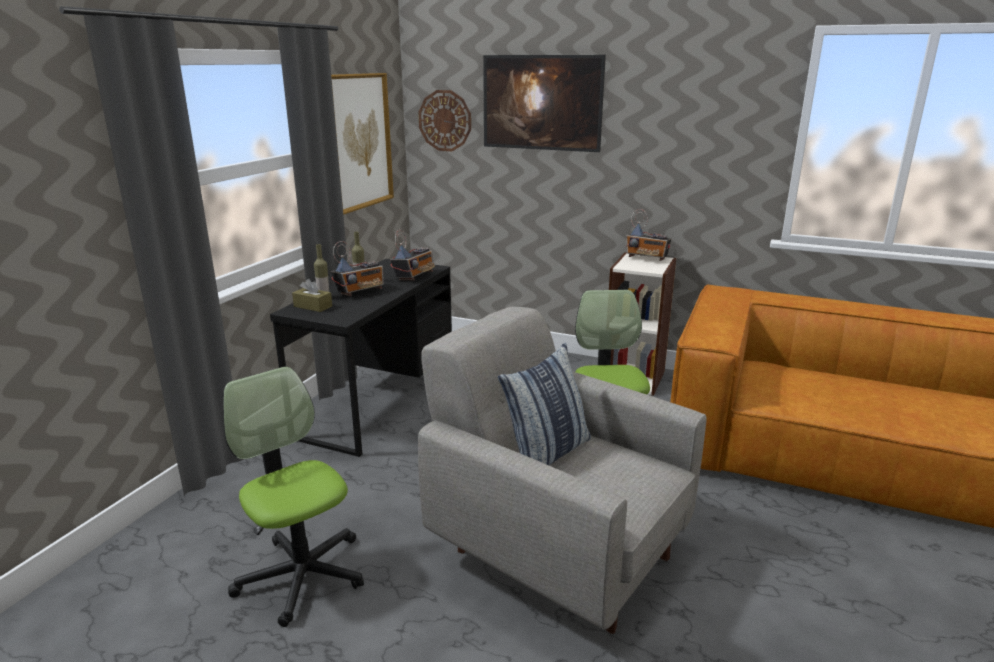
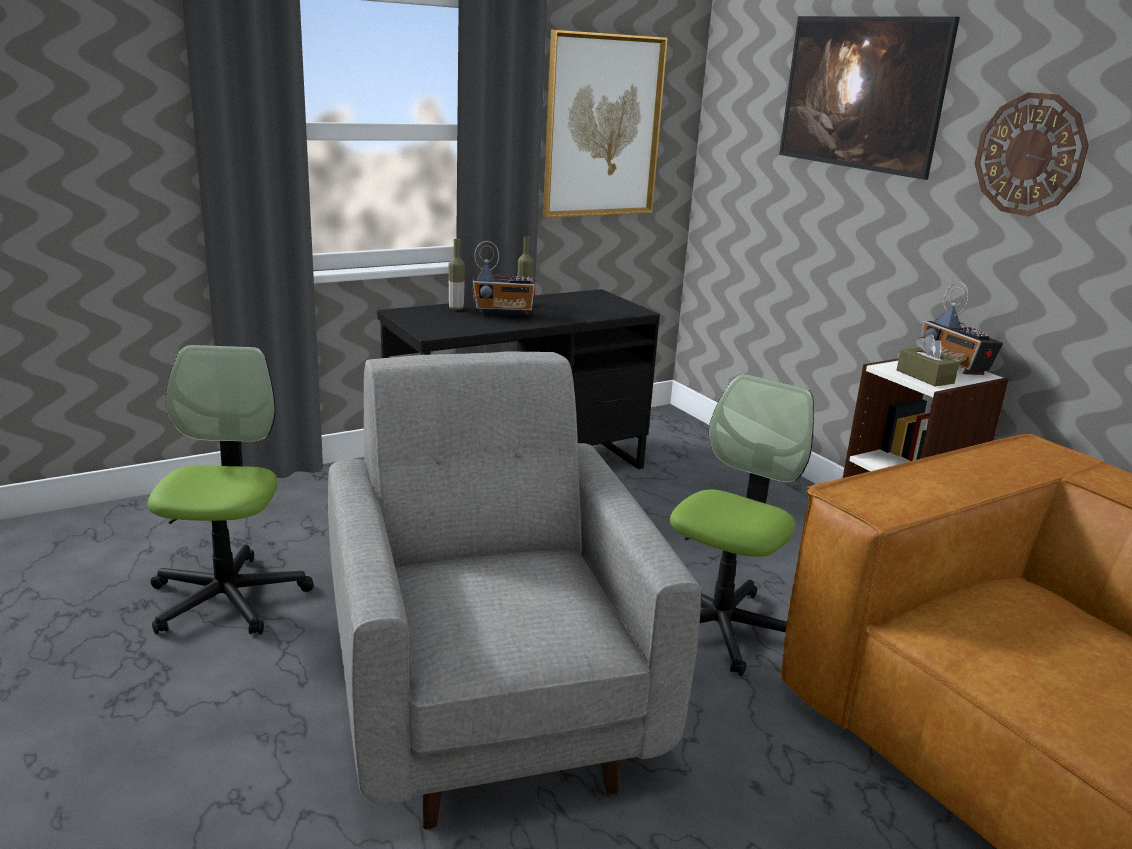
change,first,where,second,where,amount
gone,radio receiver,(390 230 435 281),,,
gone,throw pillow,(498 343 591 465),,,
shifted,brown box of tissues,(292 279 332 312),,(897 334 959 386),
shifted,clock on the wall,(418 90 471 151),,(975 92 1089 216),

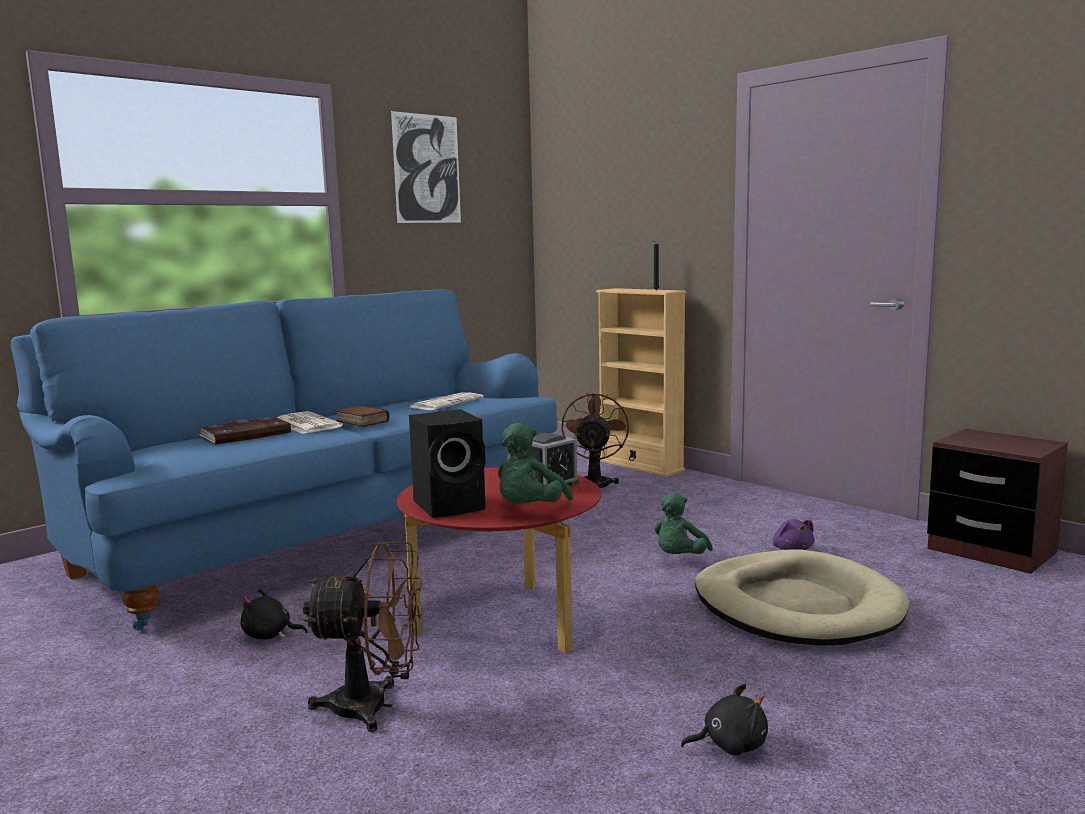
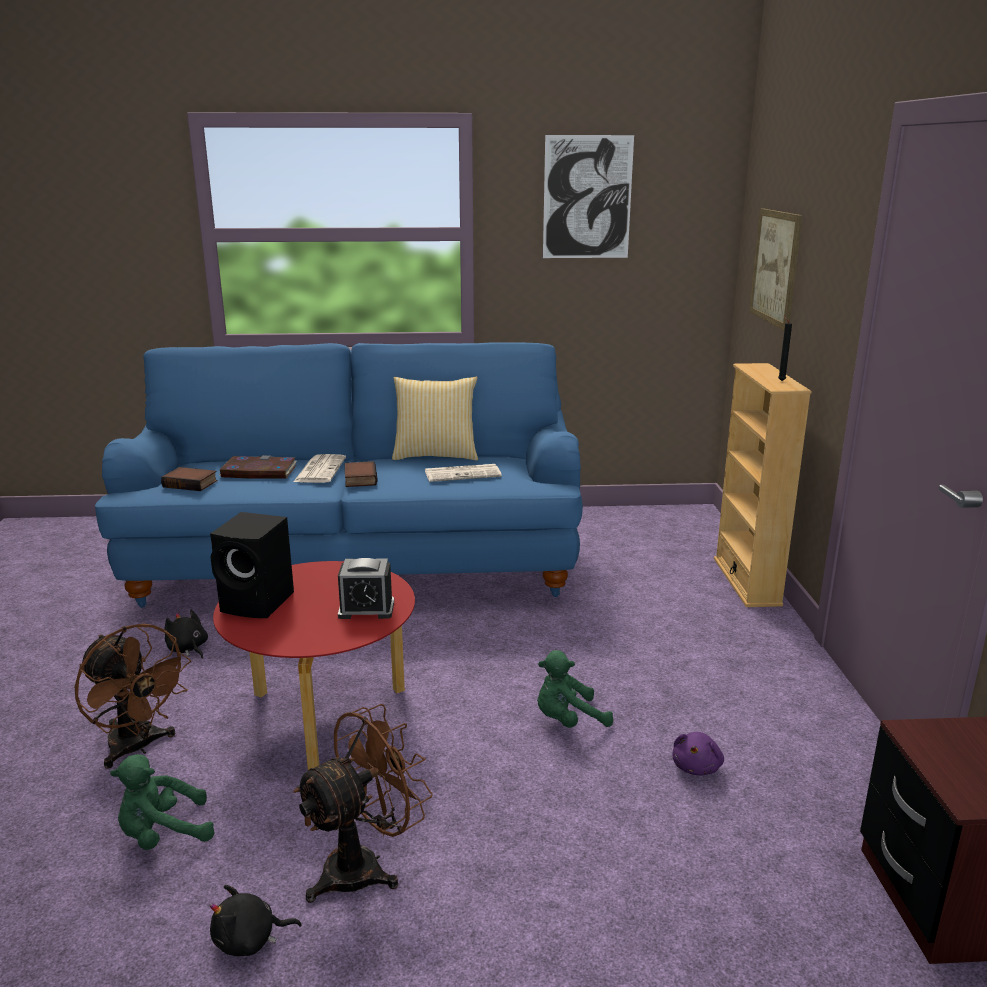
change,first,where,second,where,amount
gone,beige-coloured pet bed,(695 550 909 646),,,
new,,,bound book,(161 467 218 491),
new,,,throw pillow,(392 377 478 461),
new,,,wall picture,(749 209 803 330),
shifted,green-coloured cuddly toy,(498 423 573 504),,(110 754 214 850),
shifted,brown fan,(561 393 629 488),,(293 704 433 903),
rotated,black cuddly toy,(681 684 768 756),,(209 885 302 956),135 degrees clockwise

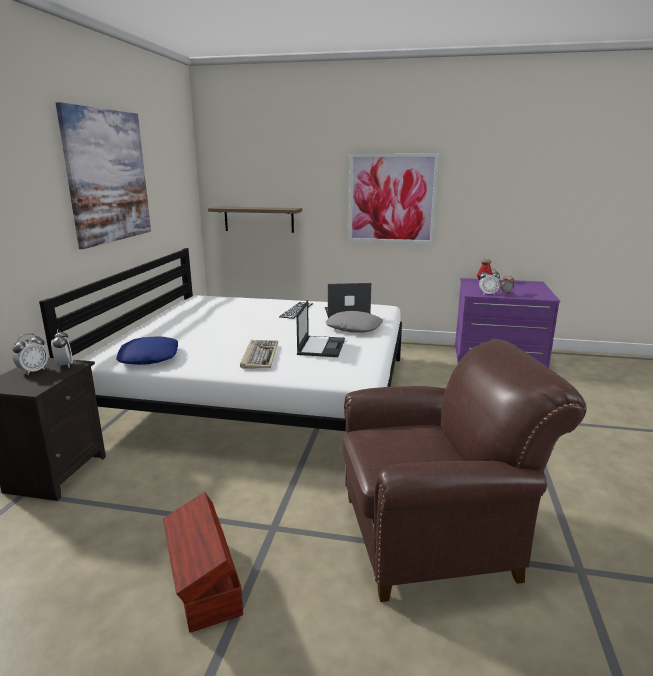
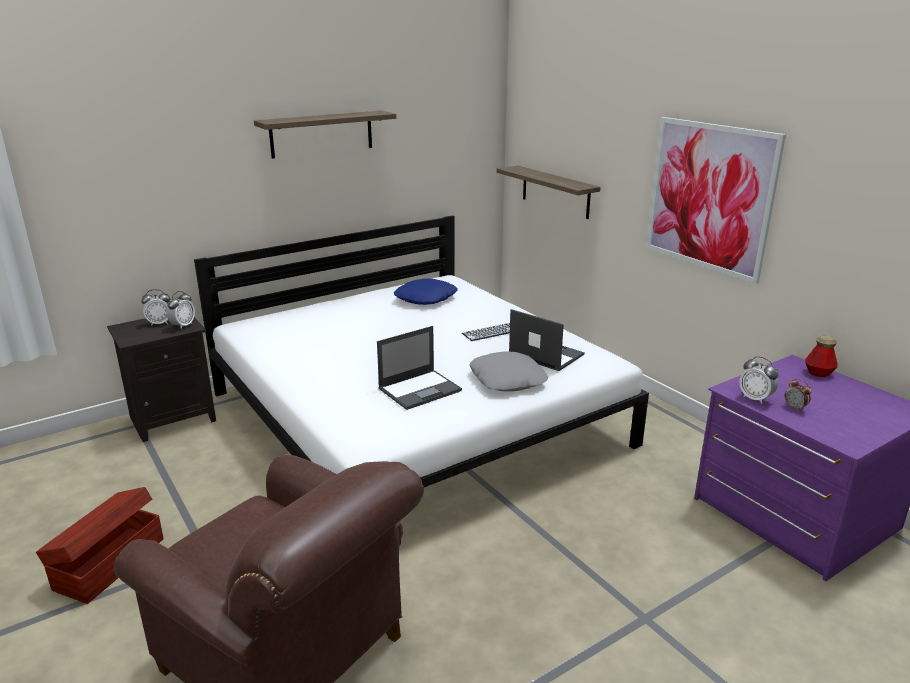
change,first,where,second,where,amount
gone,PC keyboard,(240 340 278 369),,,
shifted,bluish throw pillow,(116 336 178 365),,(394 278 458 305),
swapped,wall picture,(56 102 151 249),shelf,(254 111 396 159),

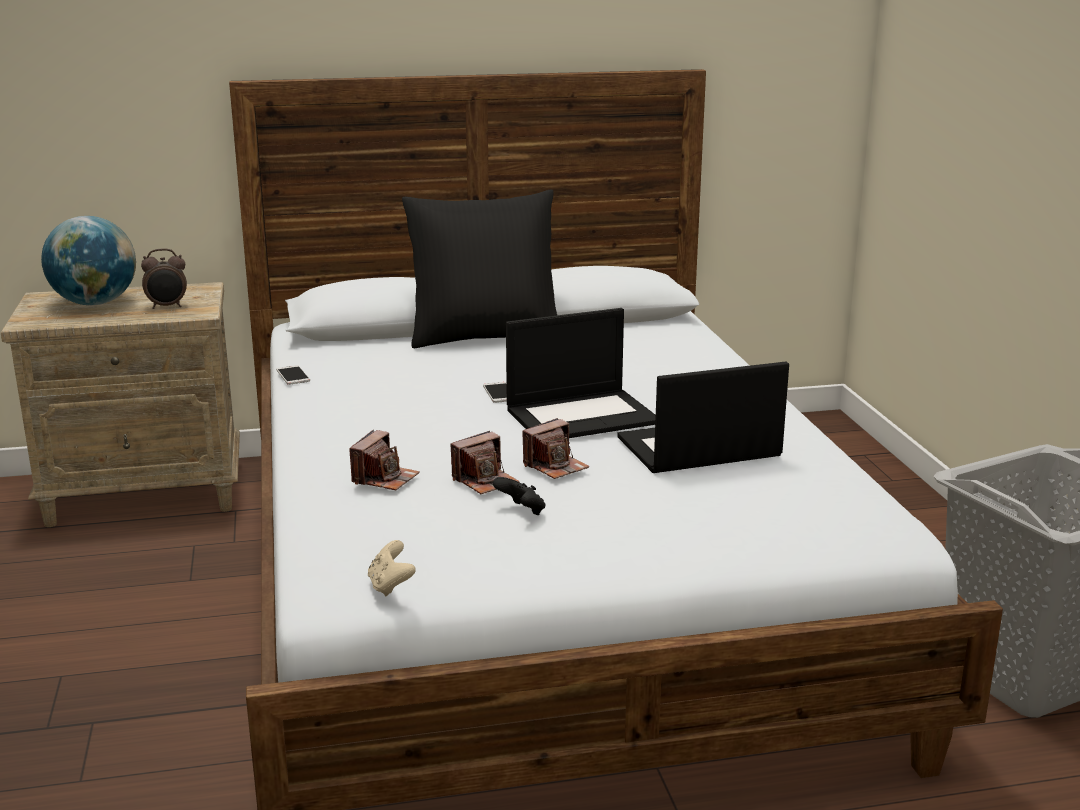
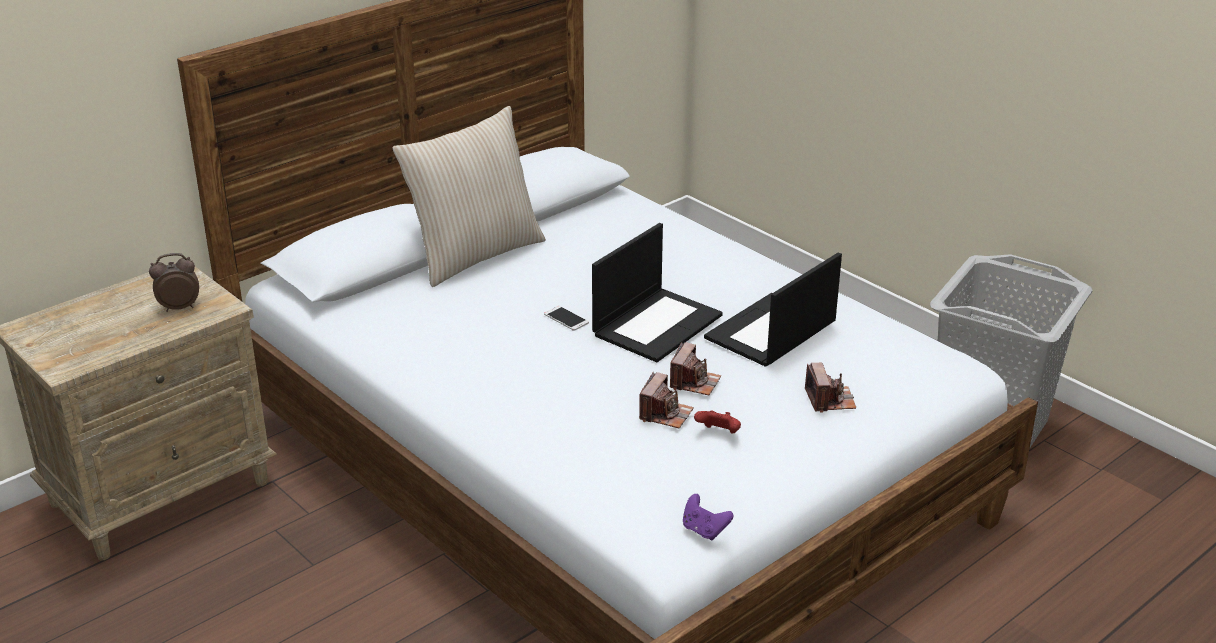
change,first,where,second,where,amount
gone,world globe,(41 216 136 305),,,
gone,handset,(276 365 310 385),,,
shifted,still camera,(349 430 420 490),,(805 363 856 413),
repainted,beige-coloured game controller,(368 540 416 596),purple game controller,(683 494 733 540),
repainted,black throw pillow,(402 190 557 348),beige-coloured throw pillow,(392 106 546 287),
repainted,black game controller,(493 477 545 515),reddish game controller,(694 410 741 433),
rotated,table clock,(141 248 187 309),,(149 253 199 312),150 degrees counterclockwise

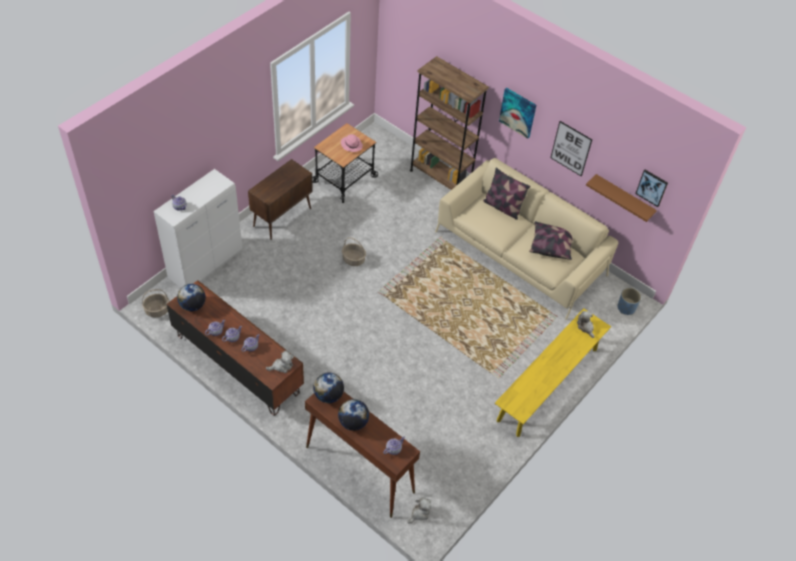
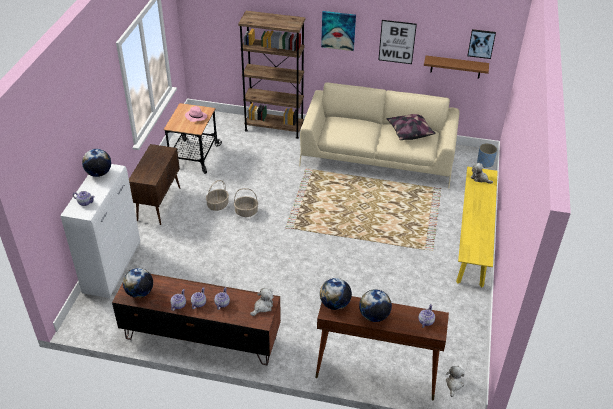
change,first,where,second,where,amount
gone,throw pillow,(483 167 531 220),,,
new,,,world globe,(82 149 111 177),
shifted,storage basket,(142 289 169 317),,(206 180 229 211),

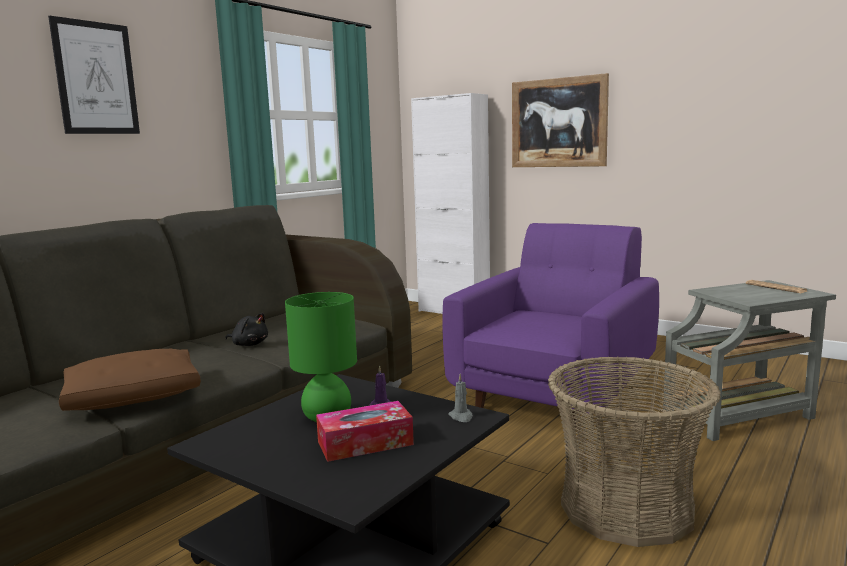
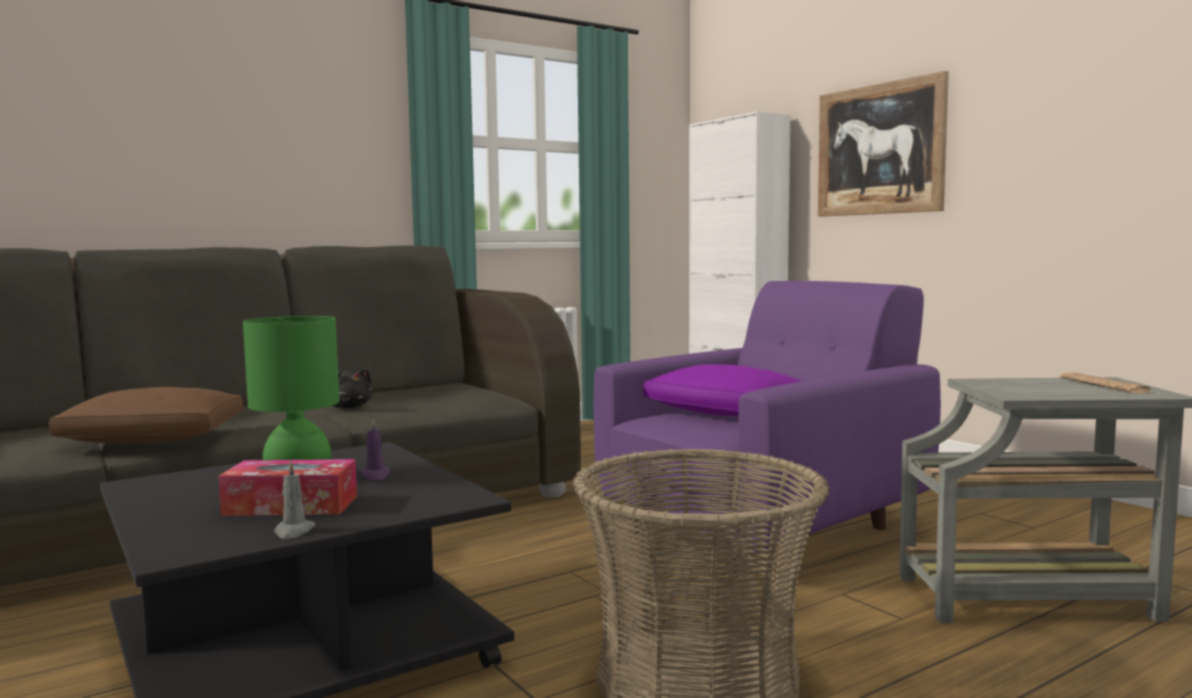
change,first,where,second,where,amount
gone,wall picture,(48 16 140 134),,,
new,,,purple throw pillow,(643 364 801 417),
shifted,greyish wax light,(448 374 473 422),,(274 460 316 539),

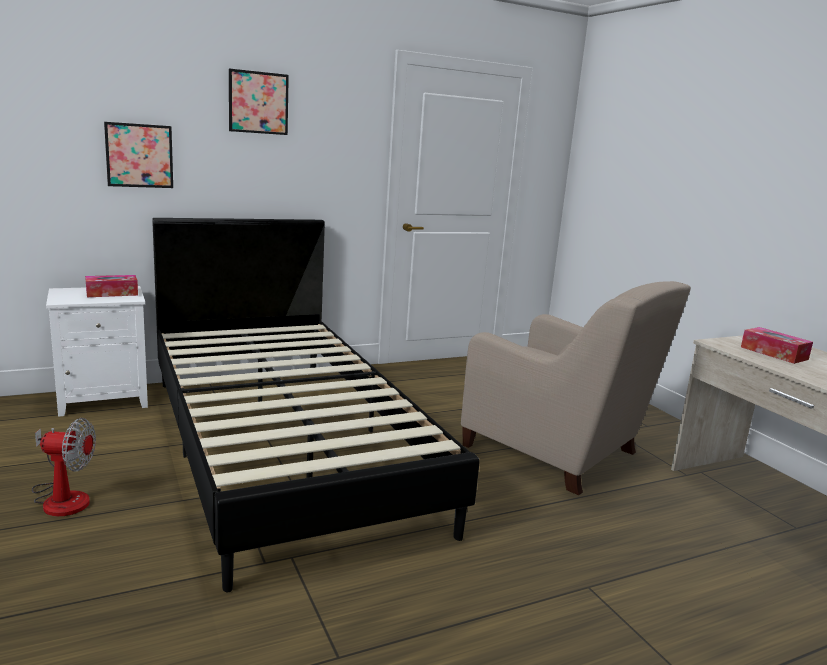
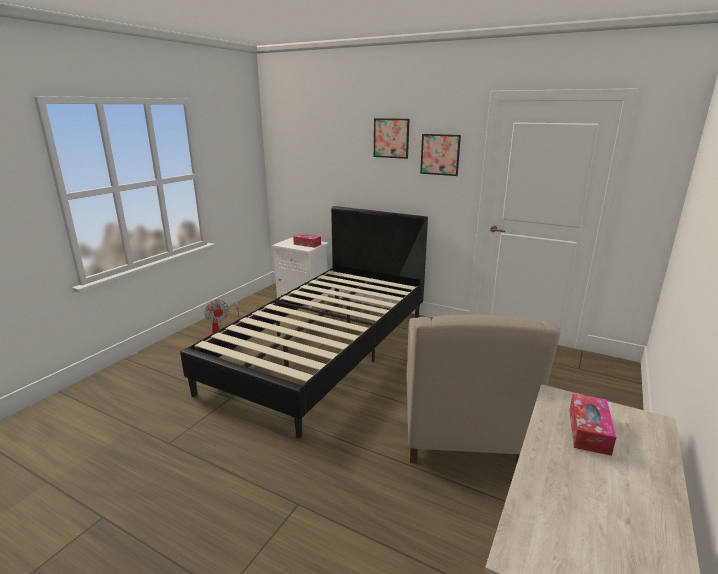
change,first,where,second,where,amount
shifted,wall picture,(104 122 173 188),,(420 134 461 176),

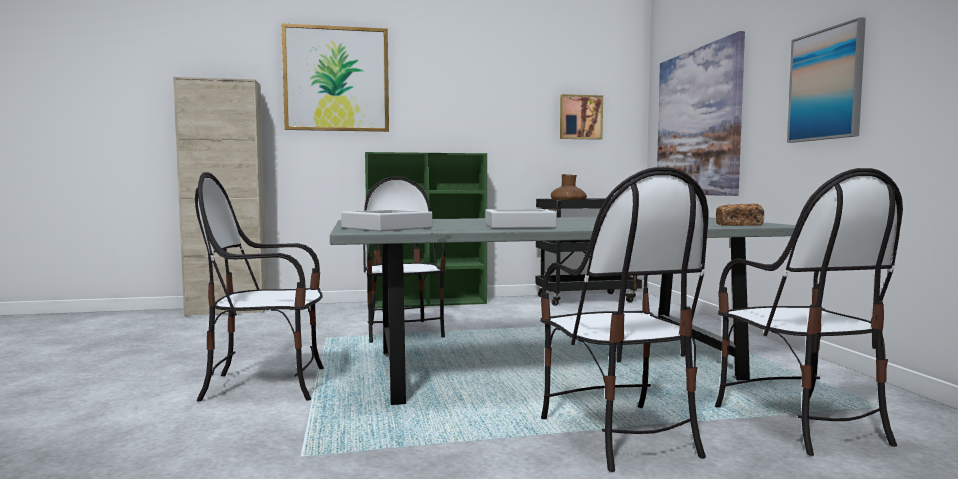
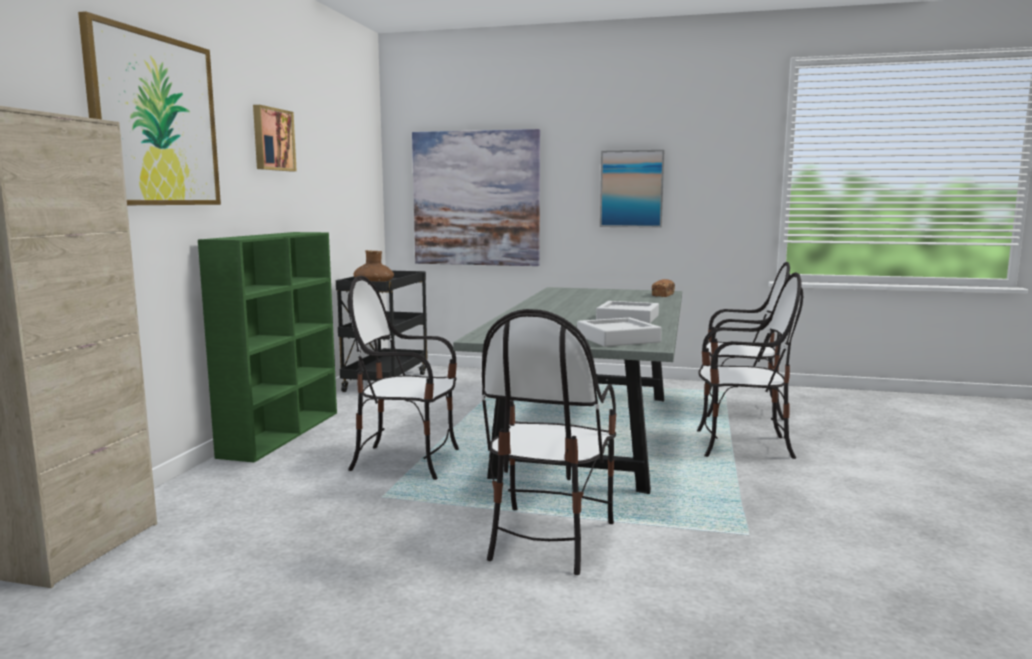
change,first,where,second,where,amount
shifted,wall picture,(560 94 603 140),,(253 105 297 171),

